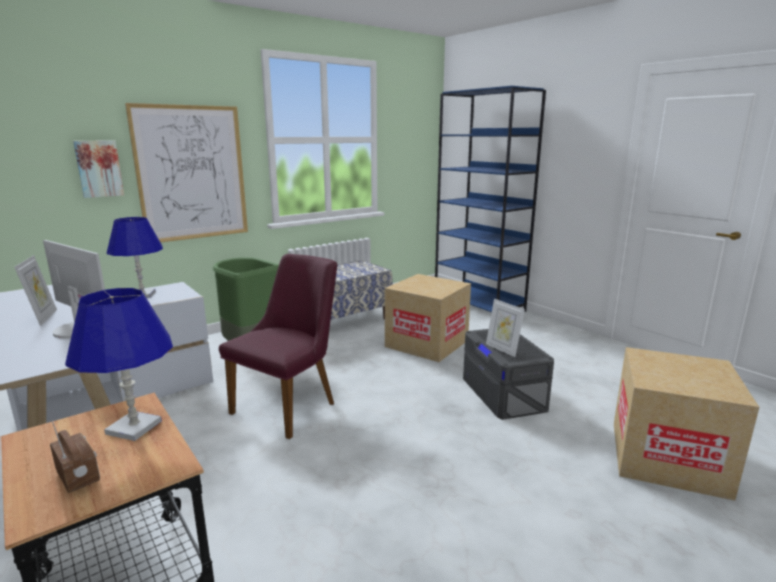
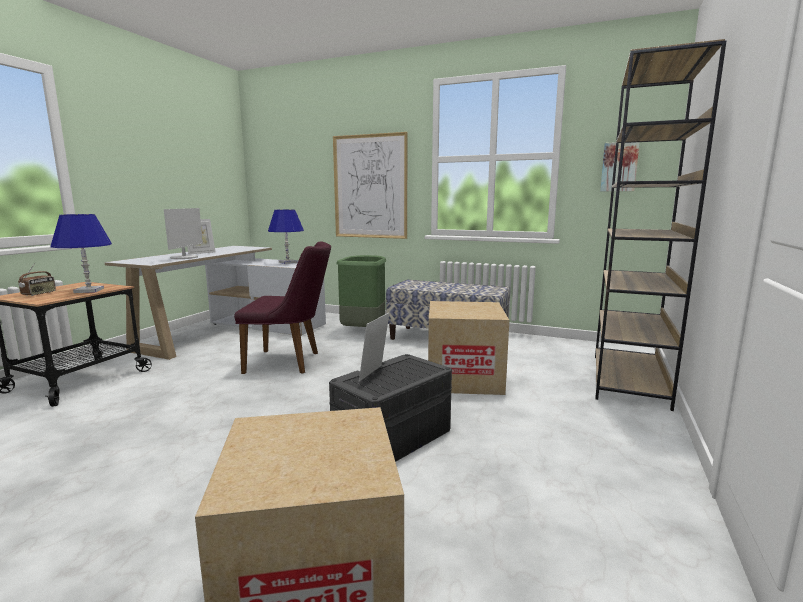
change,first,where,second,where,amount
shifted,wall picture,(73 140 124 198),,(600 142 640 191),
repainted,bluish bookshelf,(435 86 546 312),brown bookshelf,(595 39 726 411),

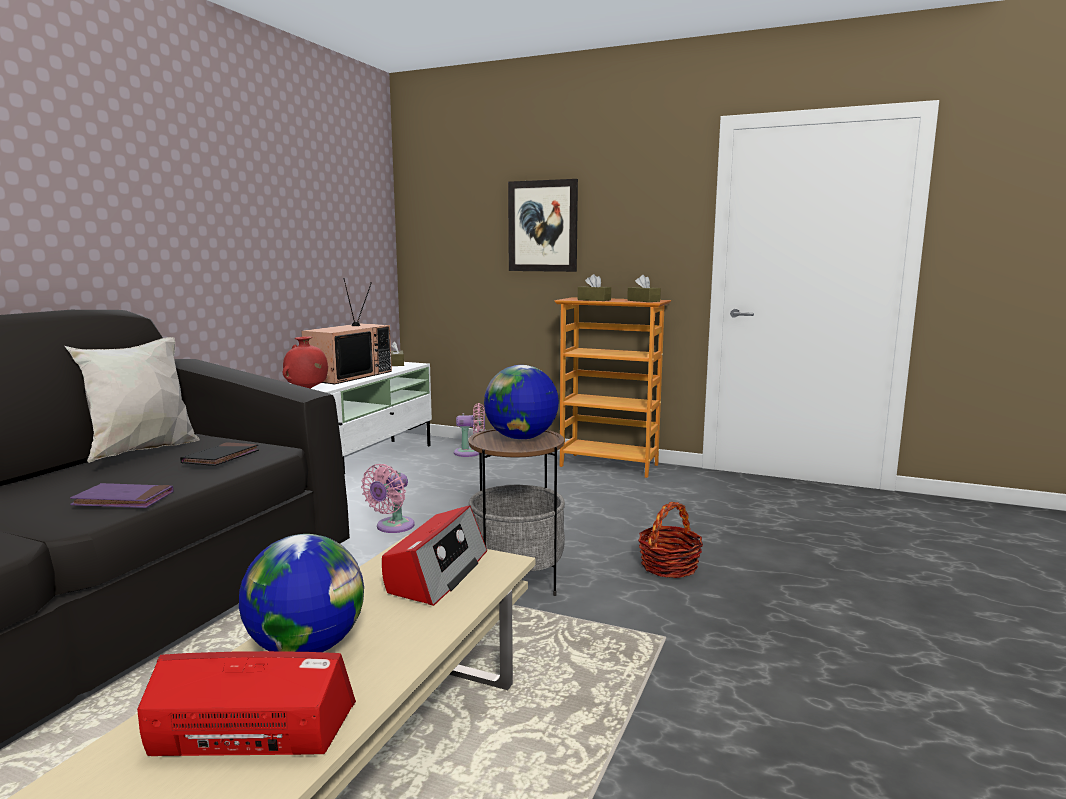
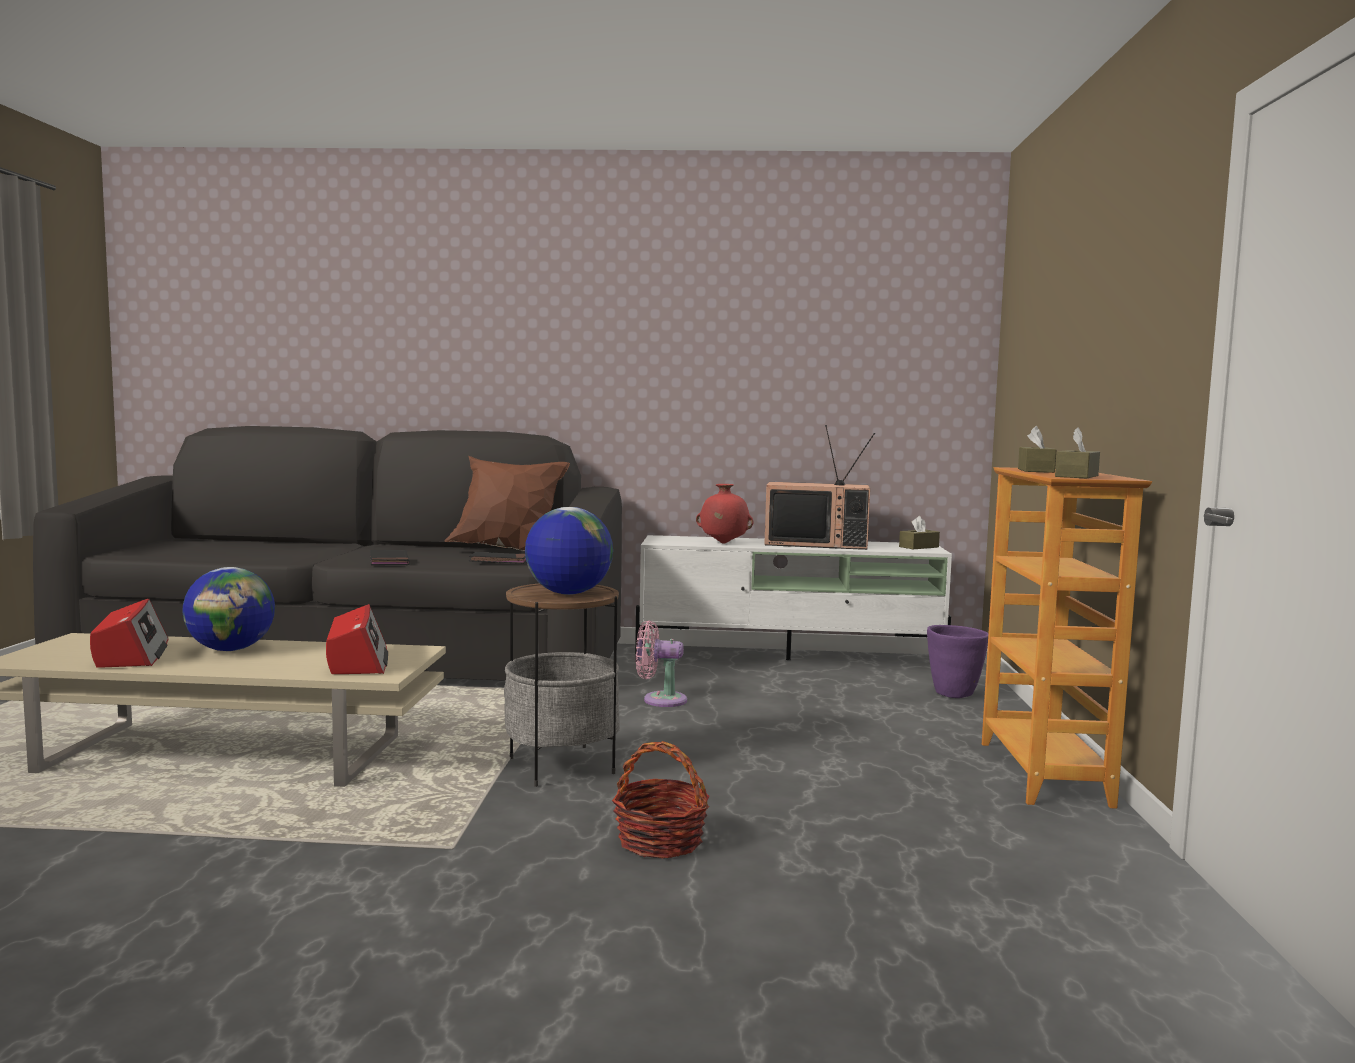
change,first,where,second,where,amount
gone,wall picture,(508 179 578 272),,,
swapped,pink-coloured fan,(454 403 485 457),purple planter,(927 625 988 698),
repainted,whitish throw pillow,(65 337 200 463),brown throw pillow,(444 456 570 551),
repainted,purple bound book,(70 483 173 508),black bound book,(370 550 410 565),
rotated,radio receiver,(382 506 487 606),,(326 604 388 674),105 degrees counterclockwise

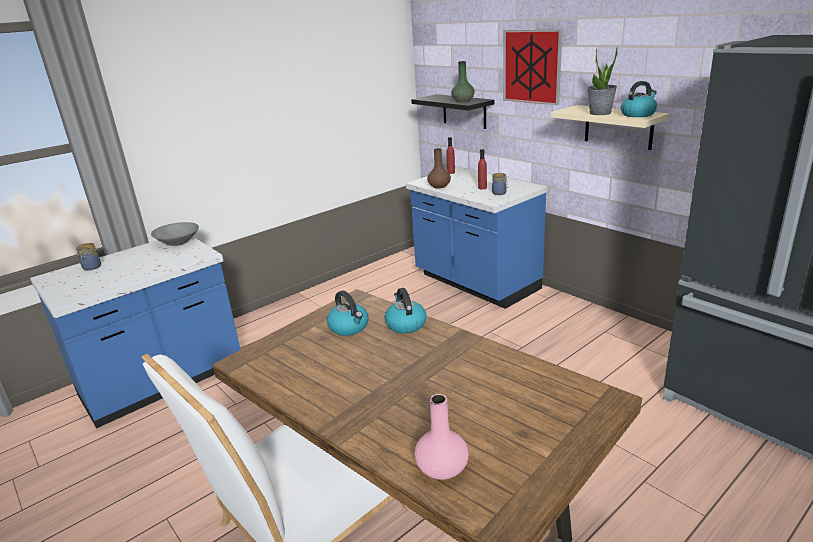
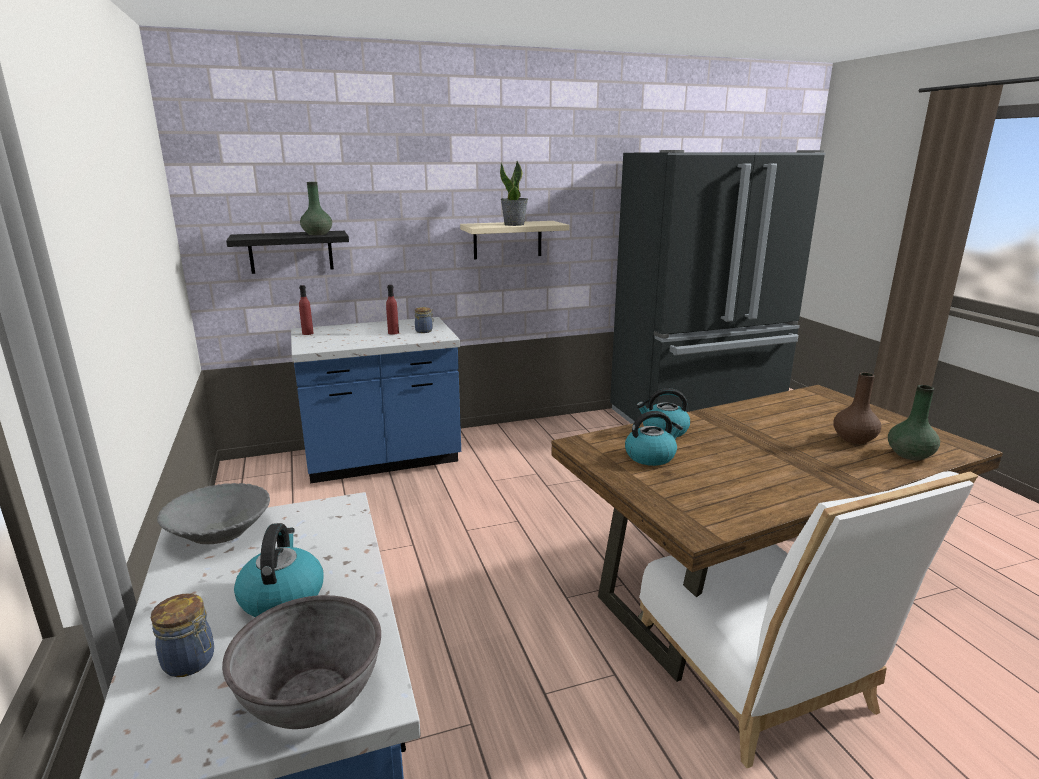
change,first,where,second,where,amount
gone,wall picture,(503 29 562 105),,,
new,,,greyish serving bowl,(222 595 381 729),
shifted,brown decorative vase,(427 148 451 189),,(833 372 881 444),
shifted,tea kettle,(621 81 657 117),,(234 523 324 617),
repainted,pink-coloured decorative vase,(414 394 469 480),green-coloured decorative vase,(888 385 940 460),

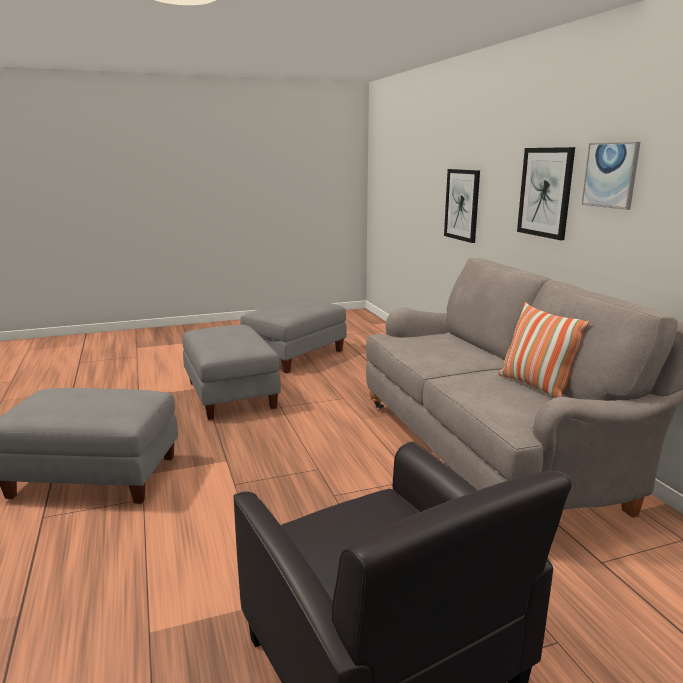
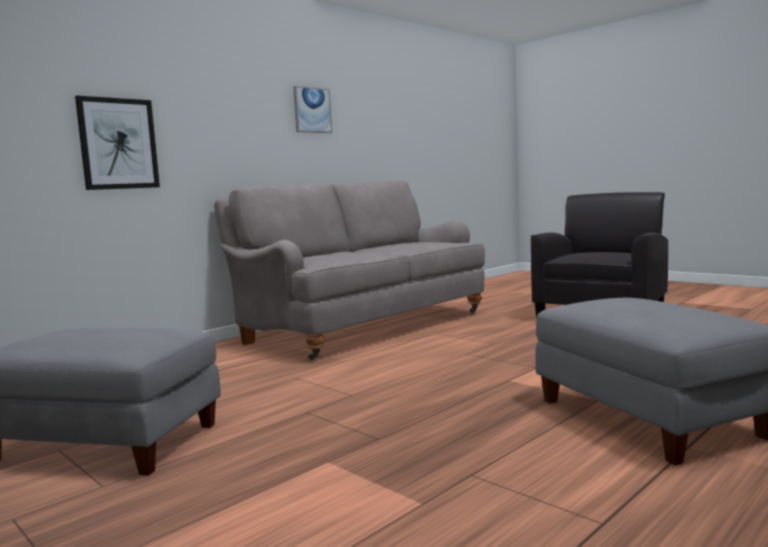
change,first,where,second,where,amount
gone,greyish pouffe,(182 325 281 420),,,
gone,throw pillow,(499 302 590 398),,,
gone,wall picture,(517 147 575 240),,,

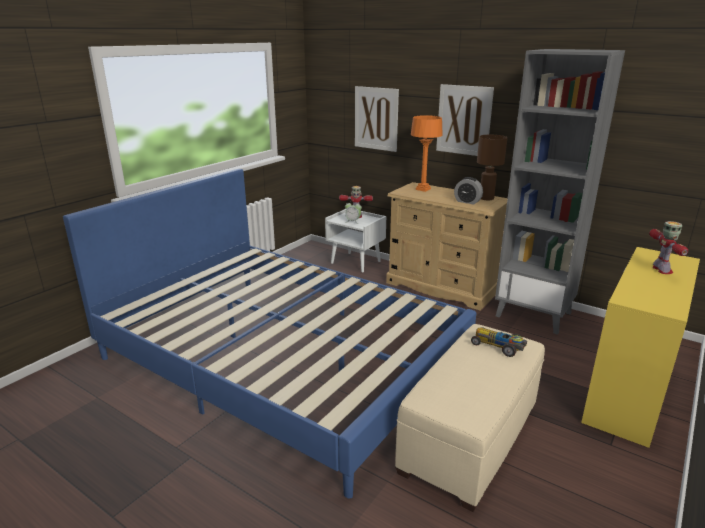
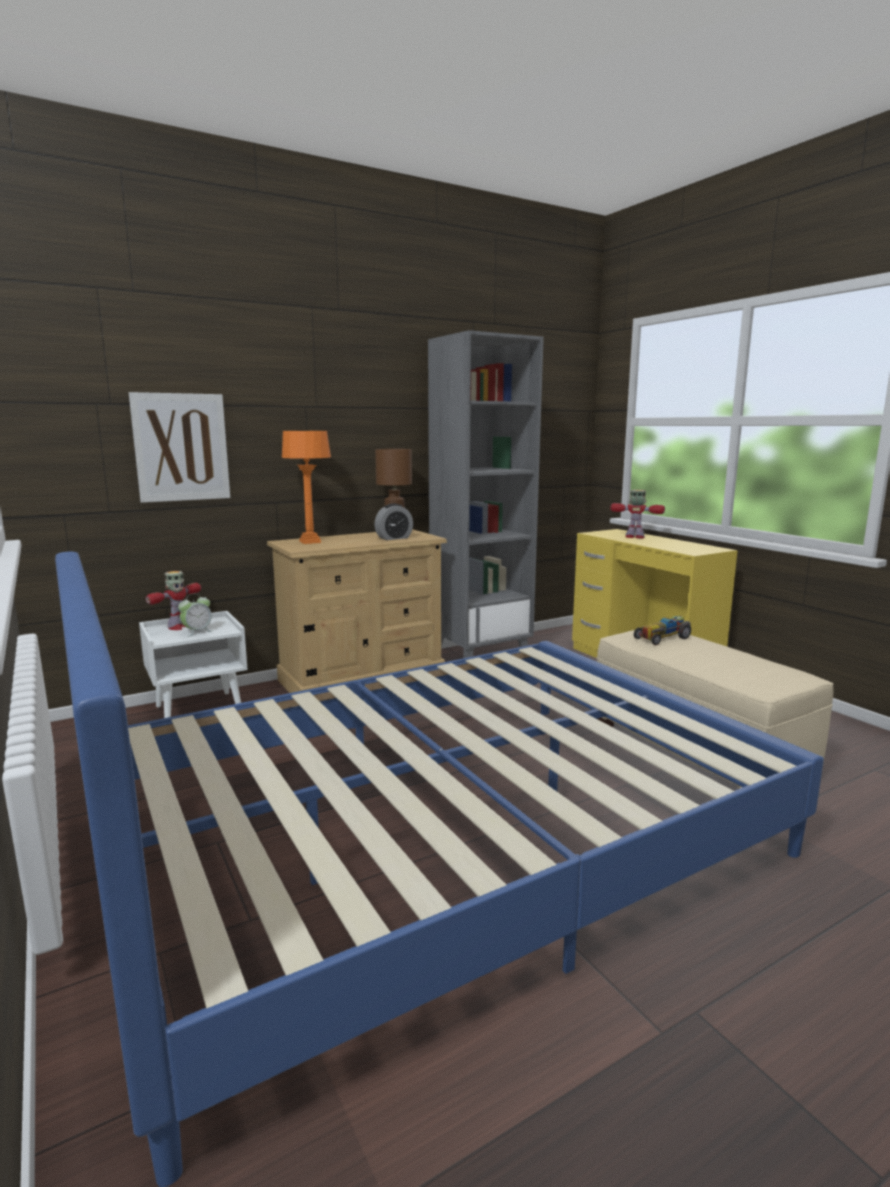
change,first,where,second,where,amount
gone,wall picture,(436 84 494 156),,,

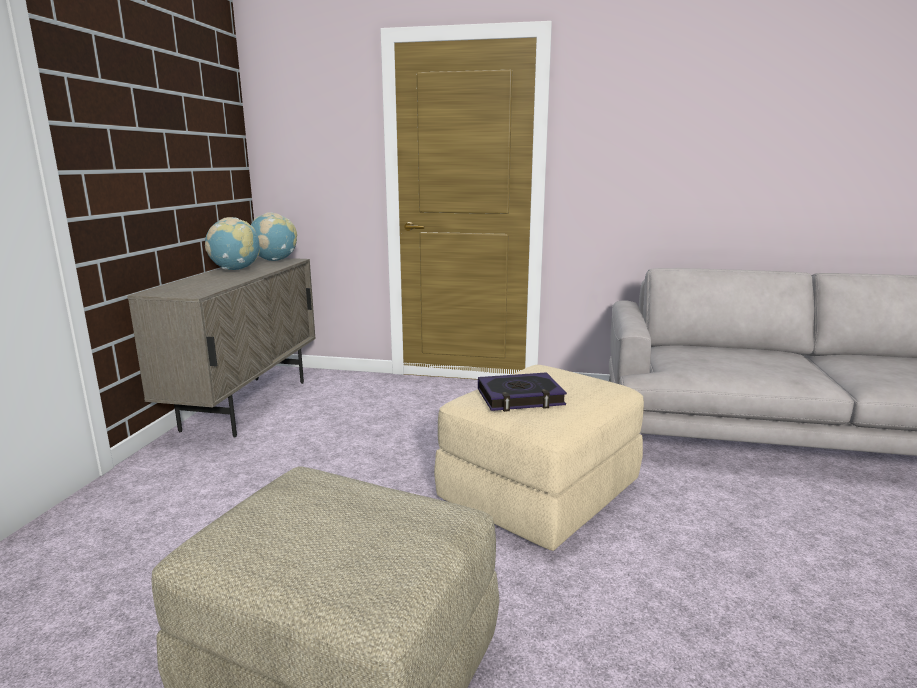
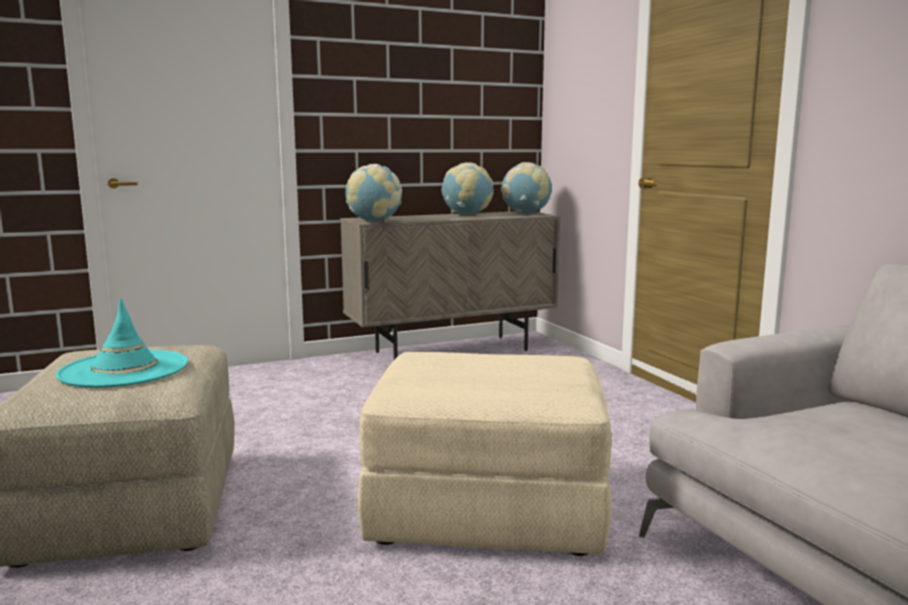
change,first,where,second,where,amount
gone,bound book,(478 372 567 412),,,
new,,,blue-green clothing hat,(56 298 188 388),
new,,,world globe,(345 164 402 222),

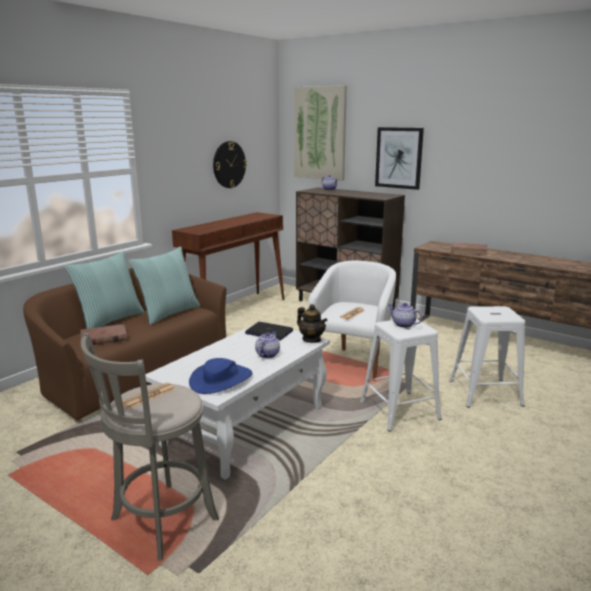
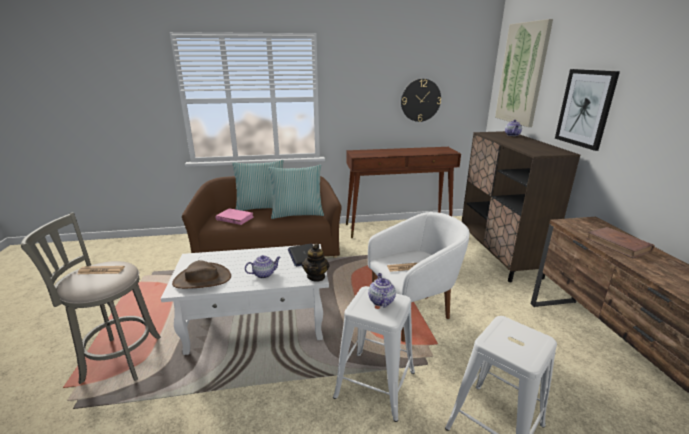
change,first,where,second,where,amount
repainted,brown bound book,(80 324 128 345),pink-coloured bound book,(216 208 254 225),
repainted,bluish clothing hat,(189 358 252 394),brown clothing hat,(172 260 231 289),

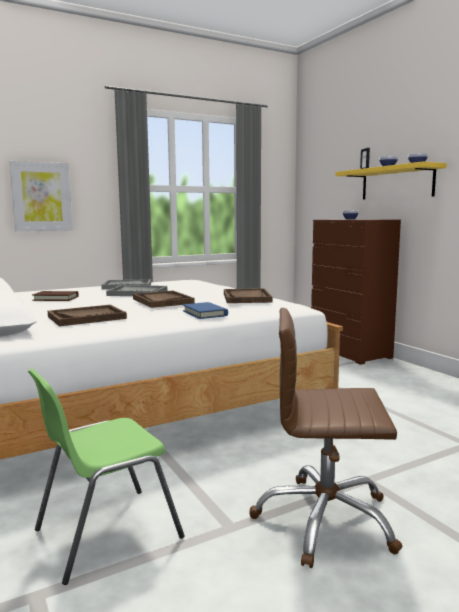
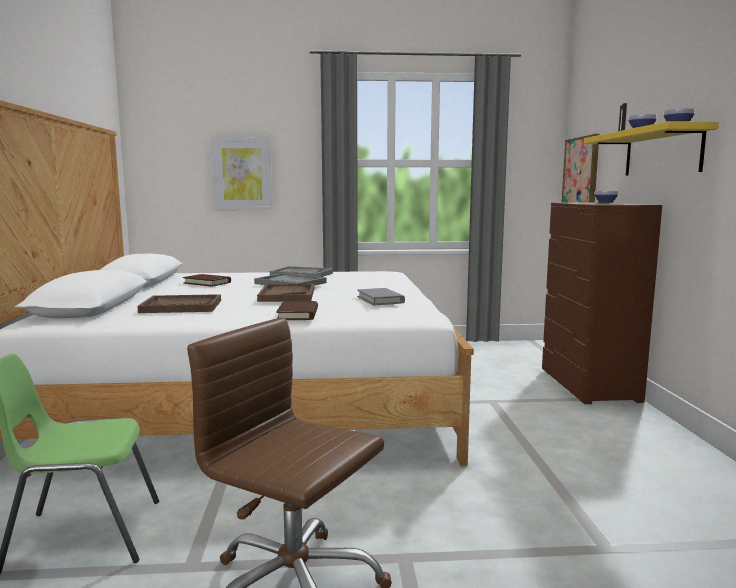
change,first,where,second,where,amount
new,,,wall picture,(562 134 599 203),
swapped,brown tray,(224 288 273 303),greyish bound book,(357 288 405 306),
repainted,bluish bound book,(183 302 228 319),brown bound book,(276 301 318 320),

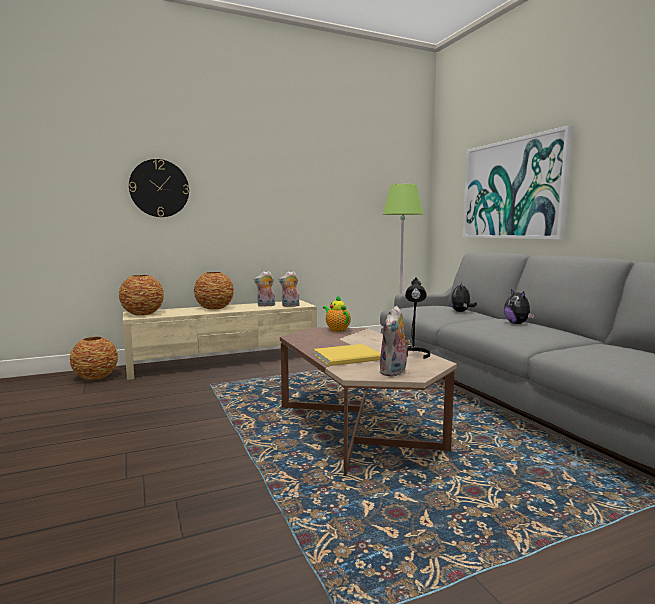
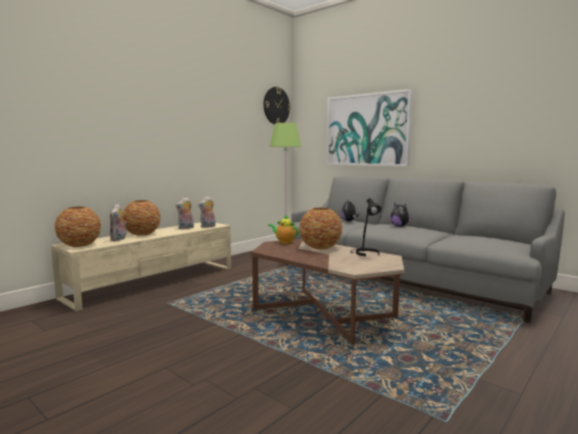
change,first,where,second,where,amount
gone,yellow bound book,(314 344 381 366),,,
shifted,decorative vase,(70 336 118 380),,(299 208 342 250),
shifted,clock on the wall,(129 159 189 217),,(264 87 291 125),
shifted,cuddly toy,(379 306 411 377),,(110 204 127 241),

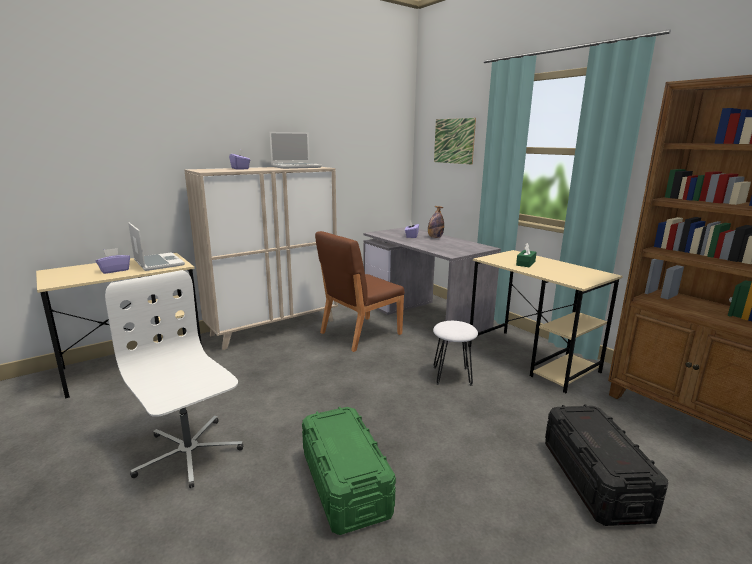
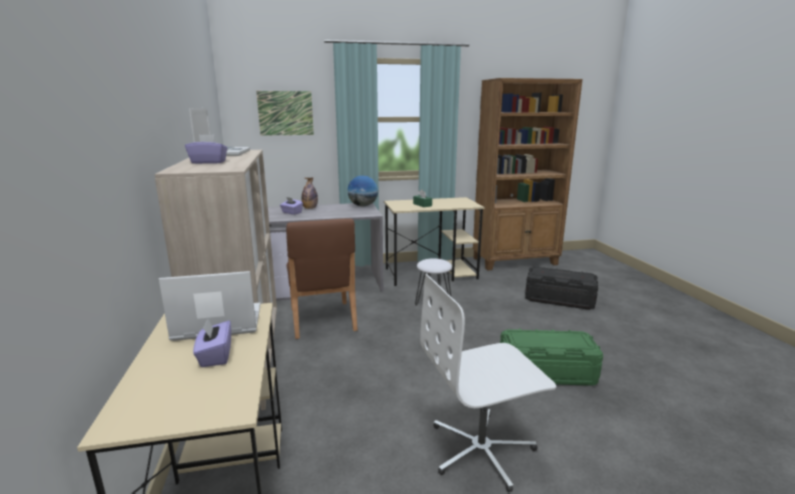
change,first,where,second,where,amount
new,,,world globe,(347 175 378 206),

